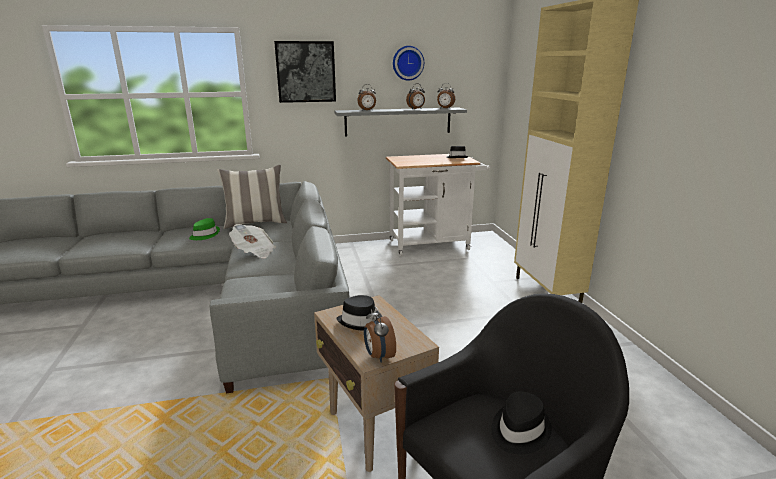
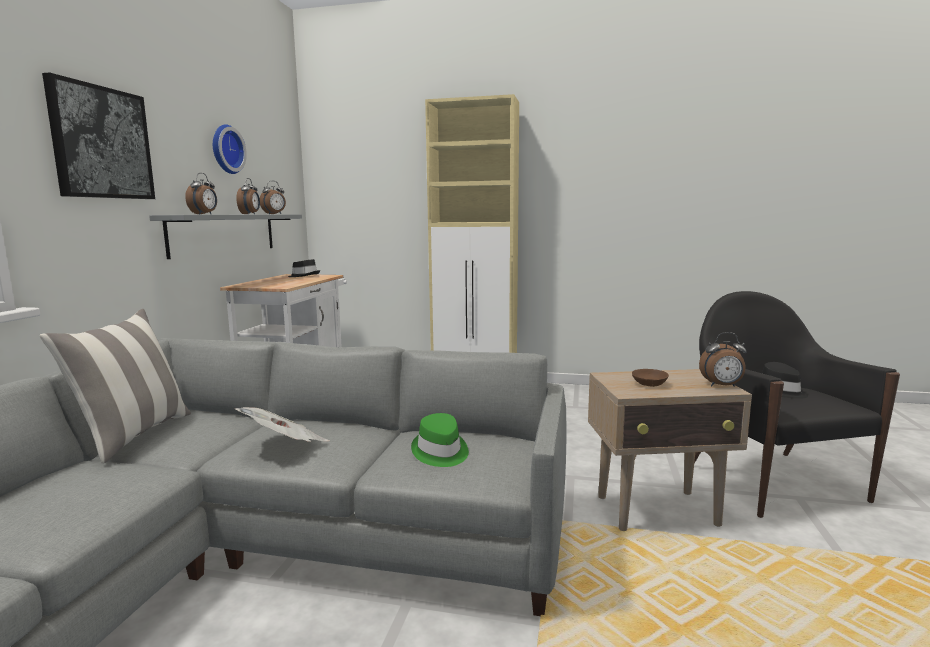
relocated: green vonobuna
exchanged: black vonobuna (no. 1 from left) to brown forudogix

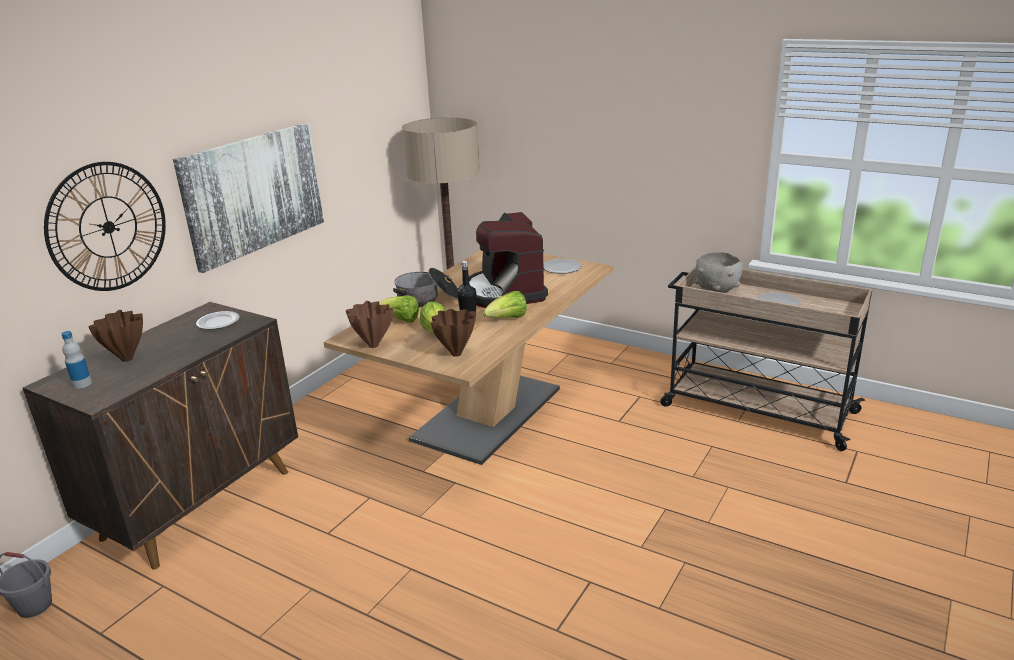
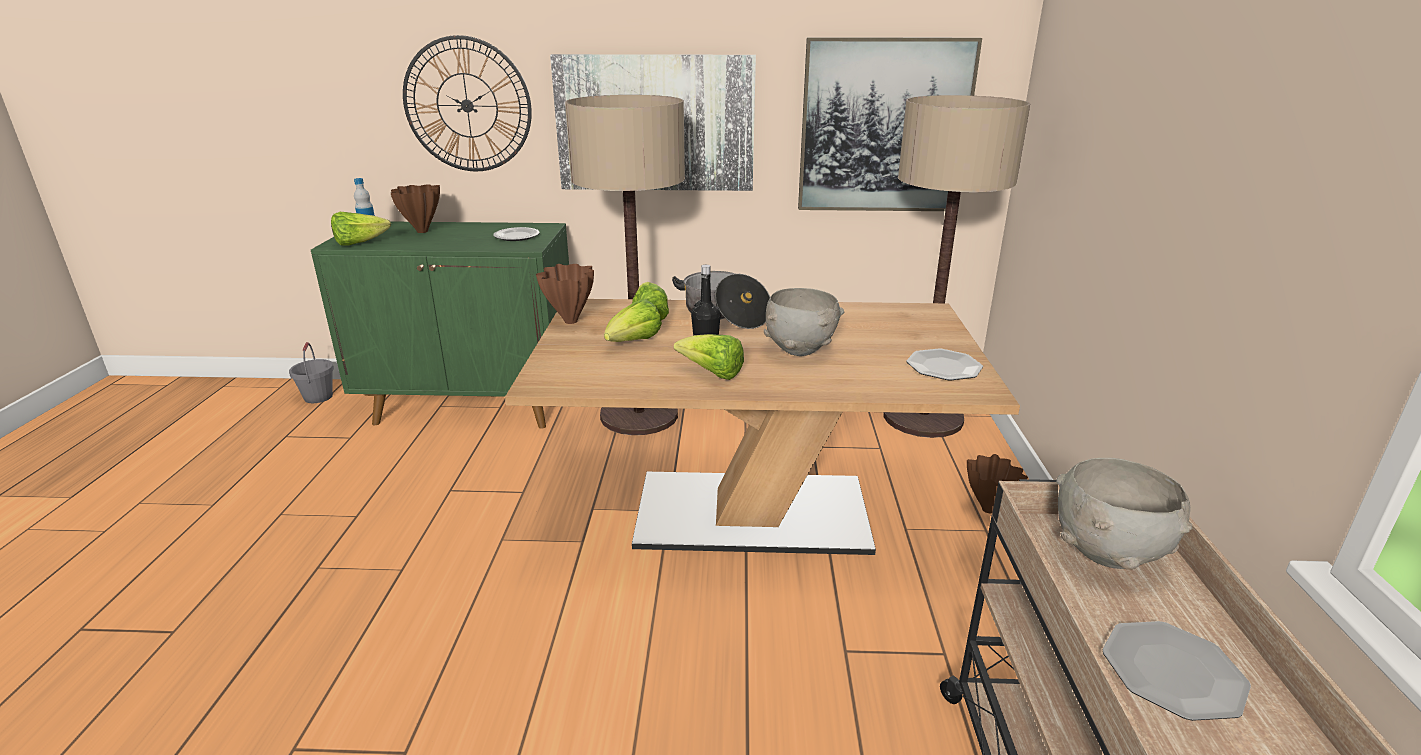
appeared: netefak (no. 1 from left); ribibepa (no. 1 from left); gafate (no. 2 from left)
relocated: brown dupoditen (no. 3 from left)
exchanged: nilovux to grey forudogix (no. 1 from left)
colour: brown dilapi to green dilapi

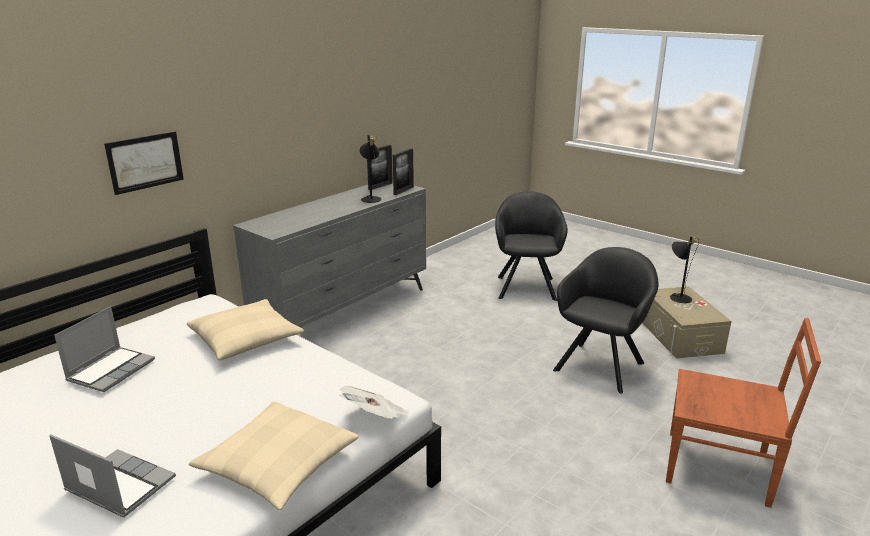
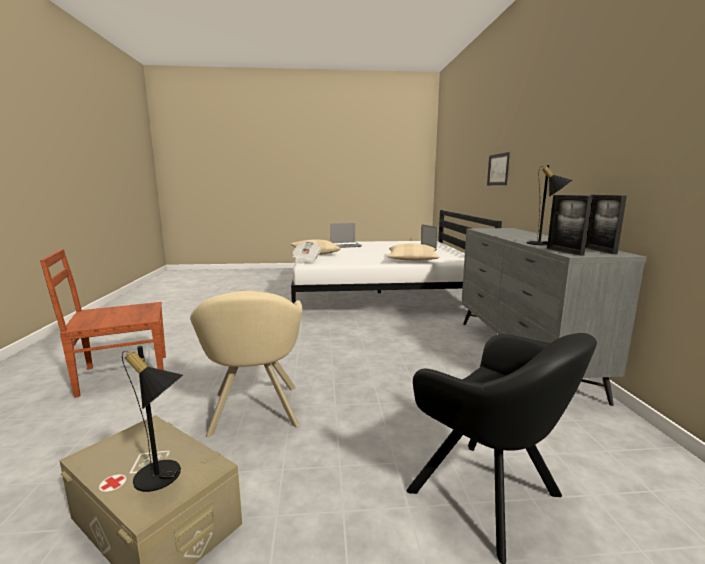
colour: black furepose (no. 2 from left) to beige furepose

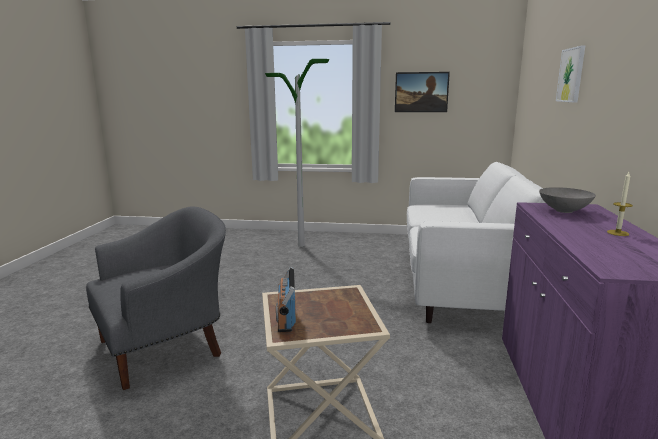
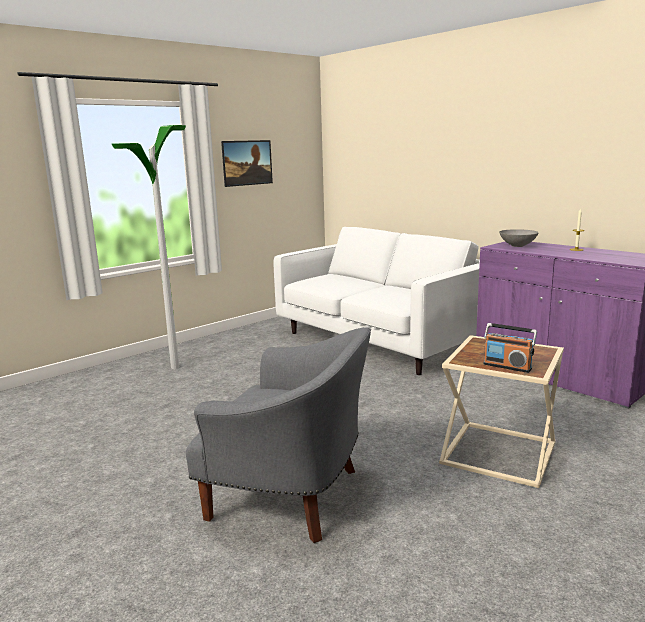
missing: gafate (no. 2 from left)
spun: grey furepose 105 degrees clockwise

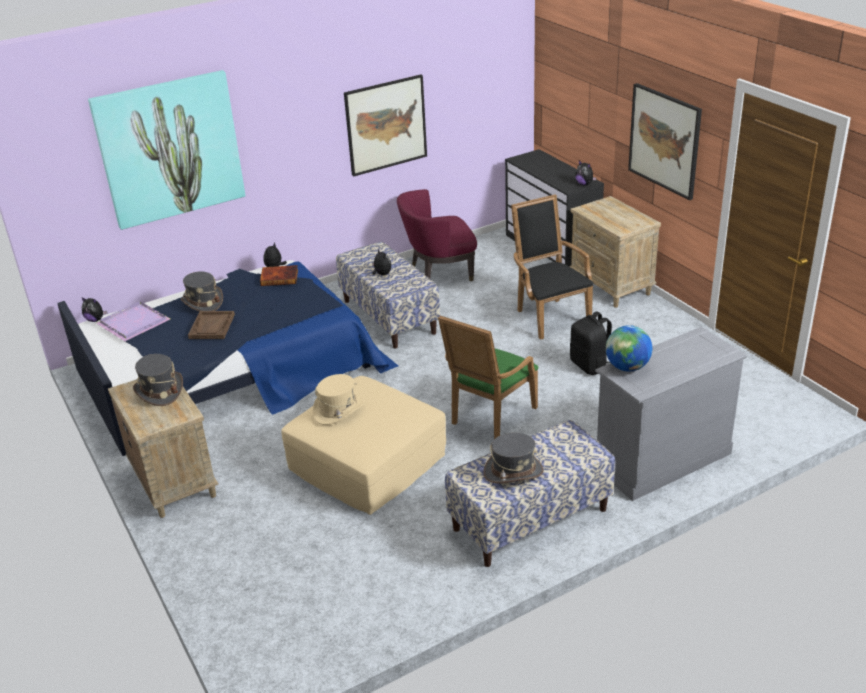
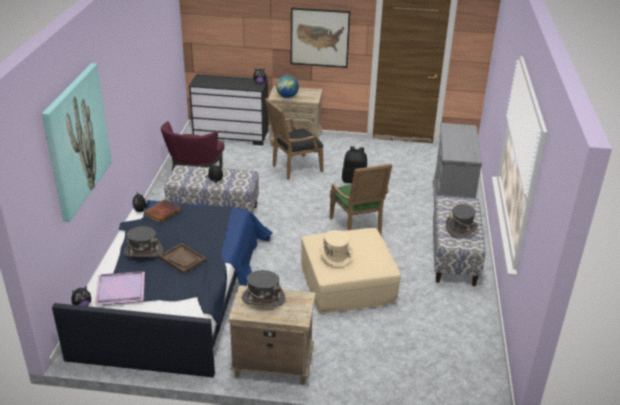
missing: gafate (no. 2 from left)
relocated: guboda
spun: black furepose 45 degrees counterclockwise

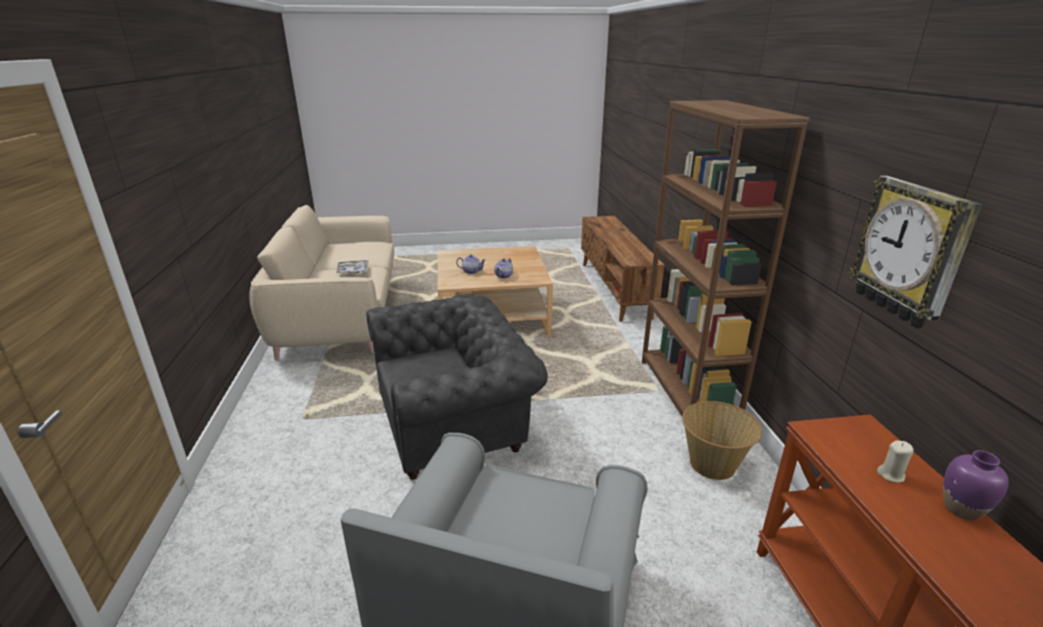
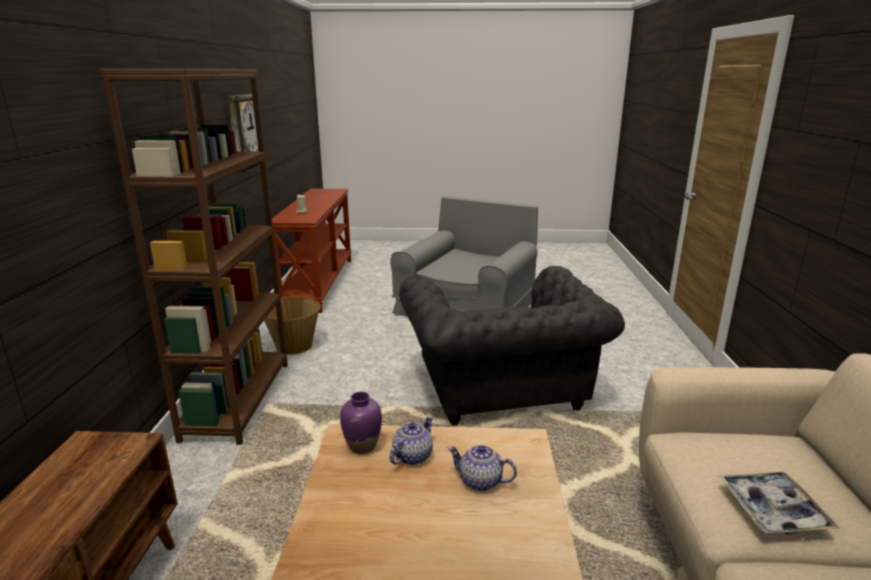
relocated: purple dupoditen
spun: grey furepose (no. 1 from left in the first image) 90 degrees counterclockwise

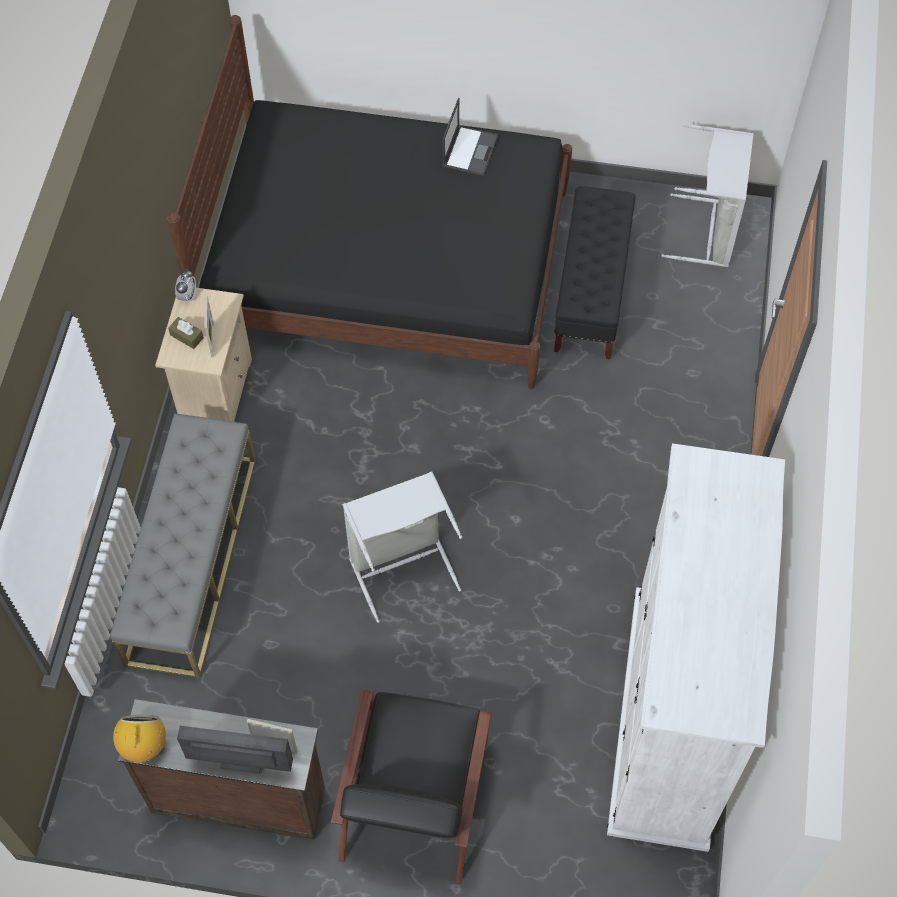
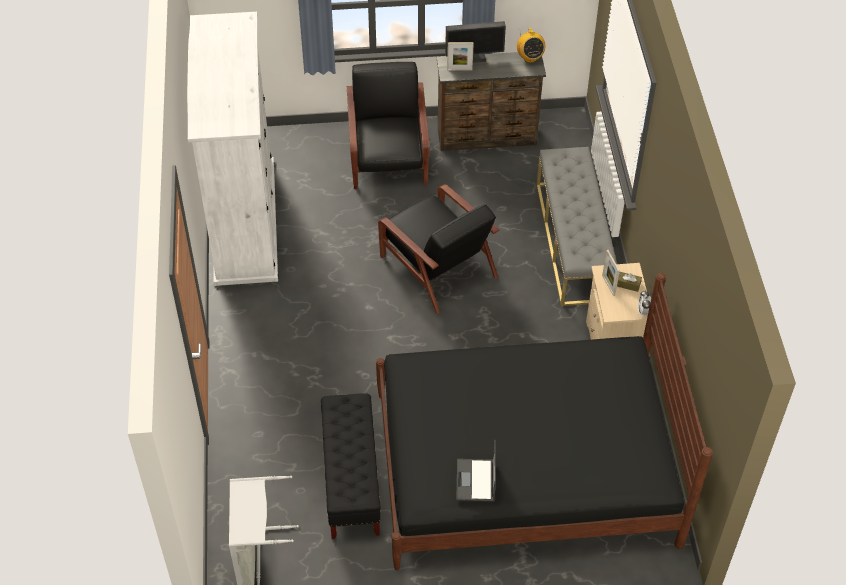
exchanged: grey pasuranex (no. 1 from left) to black furepose (no. 2 from left)

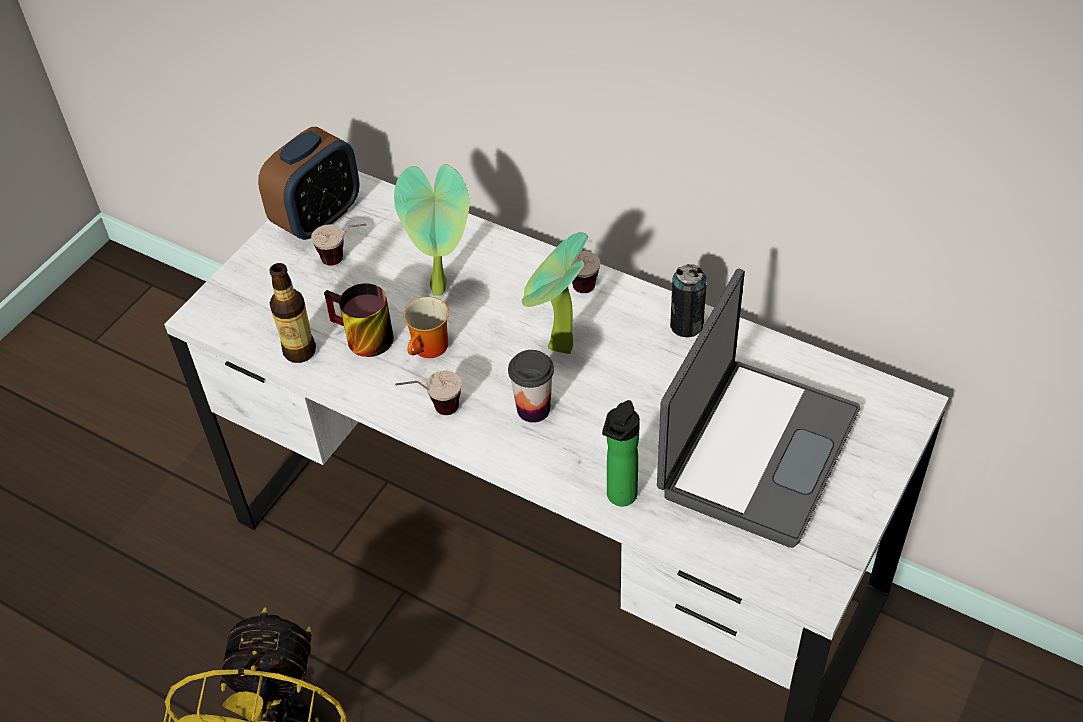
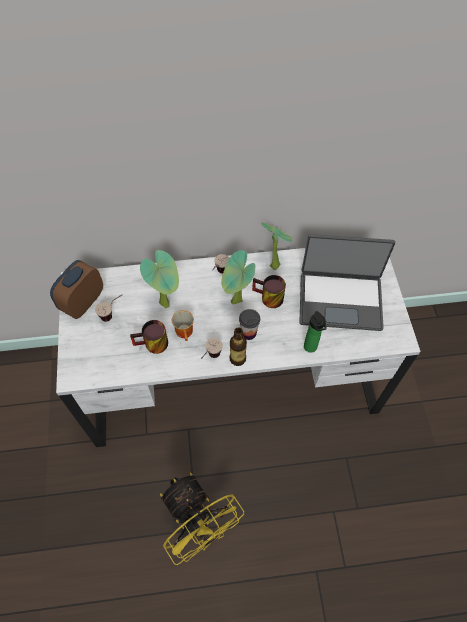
appeared: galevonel (no. 3 from left)
relocated: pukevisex (no. 1 from left)
exchanged: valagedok to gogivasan (no. 3 from left)
spun: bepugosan 150 degrees counterclockwise; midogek 105 degrees clockwise

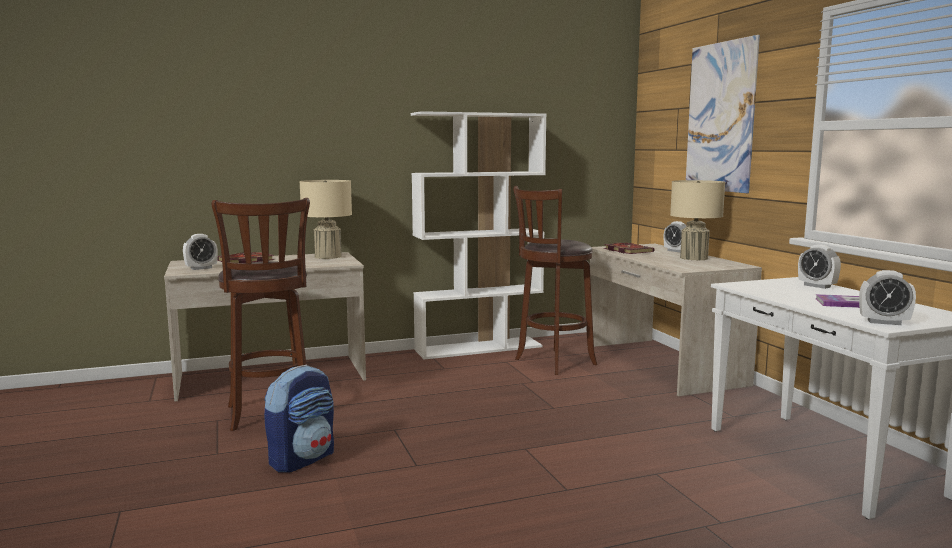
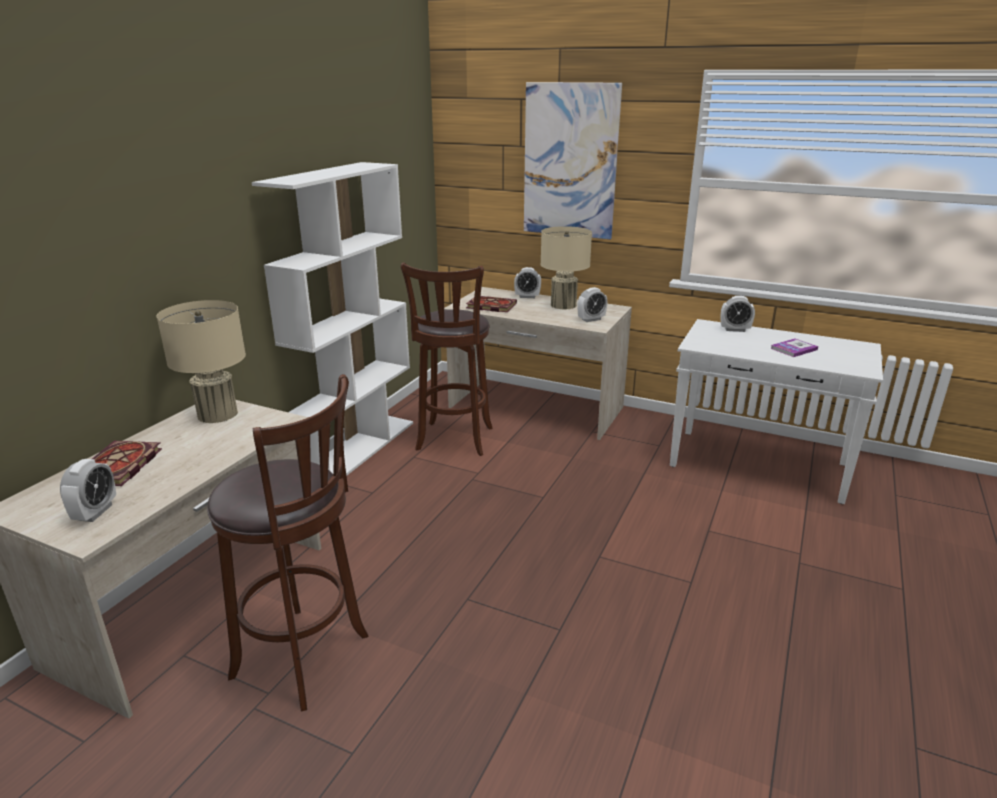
missing: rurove
relocated: bepugosan (no. 4 from left in the first image) to bepugosan (no. 3 from left)

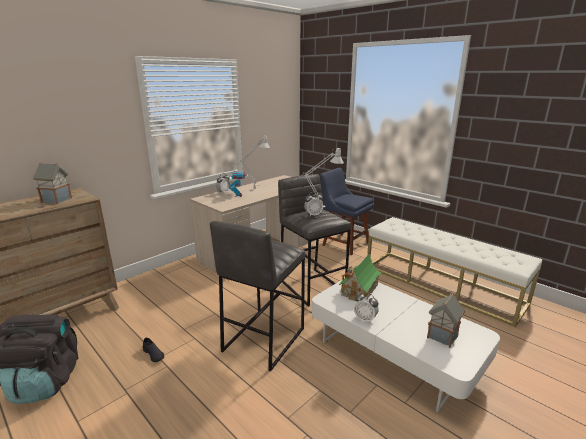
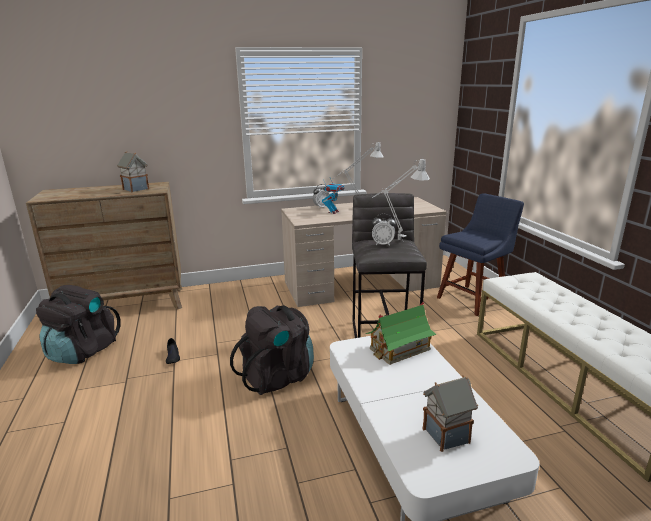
missing: bepugosan (no. 3 from left)
exchanged: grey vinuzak (no. 1 from left) to black rurove (no. 2 from left)
spun: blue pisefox 75 degrees clockwise

